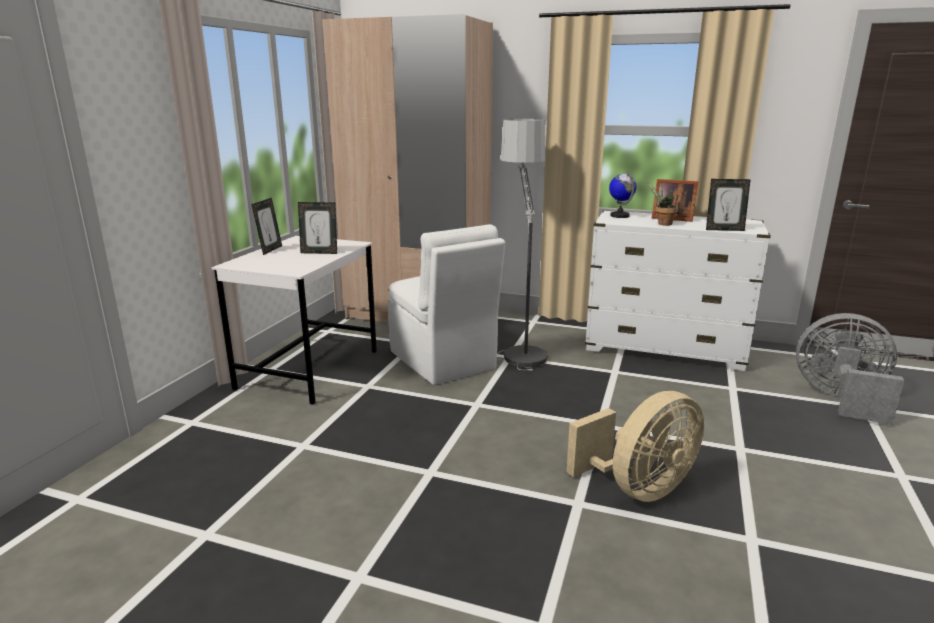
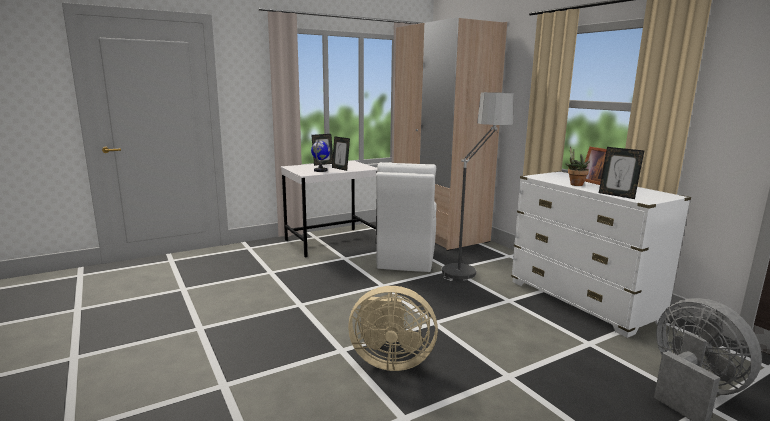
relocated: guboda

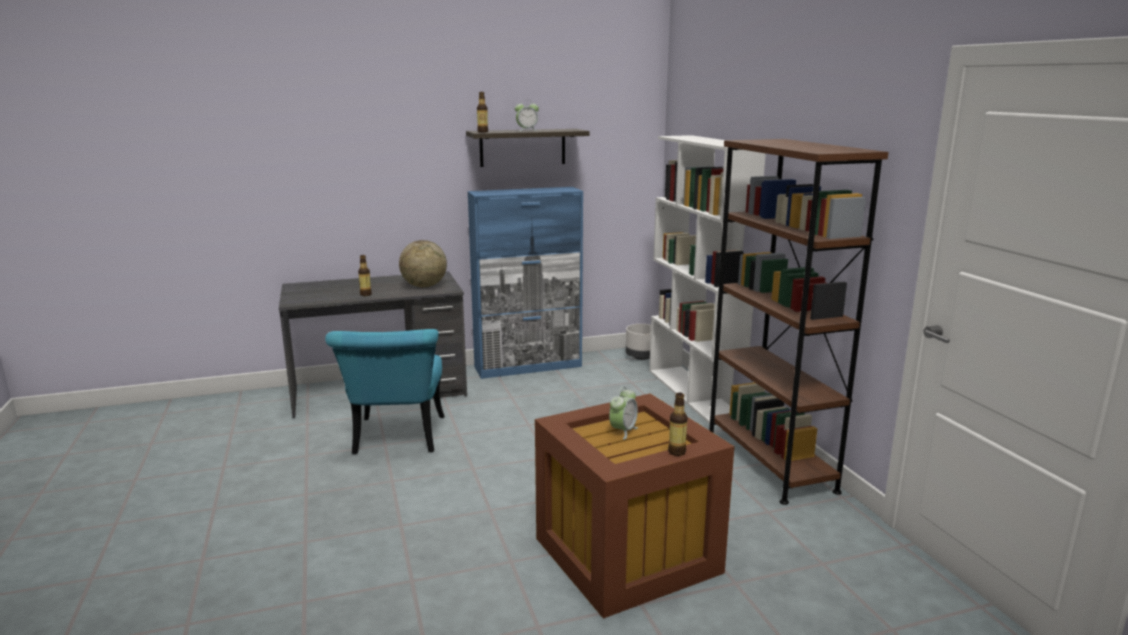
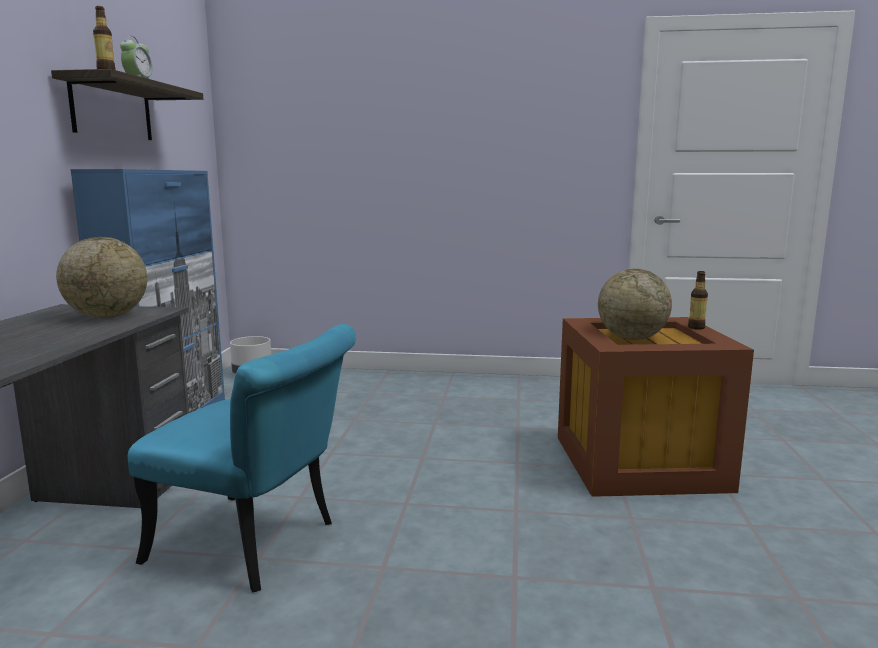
missing: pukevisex (no. 1 from left); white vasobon; brown vasobon
exchanged: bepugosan (no. 2 from left) to guboda (no. 2 from left)

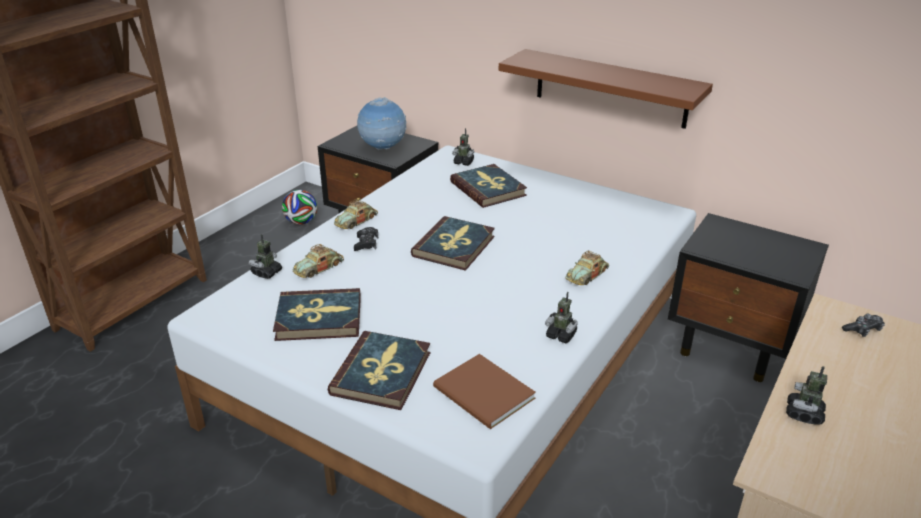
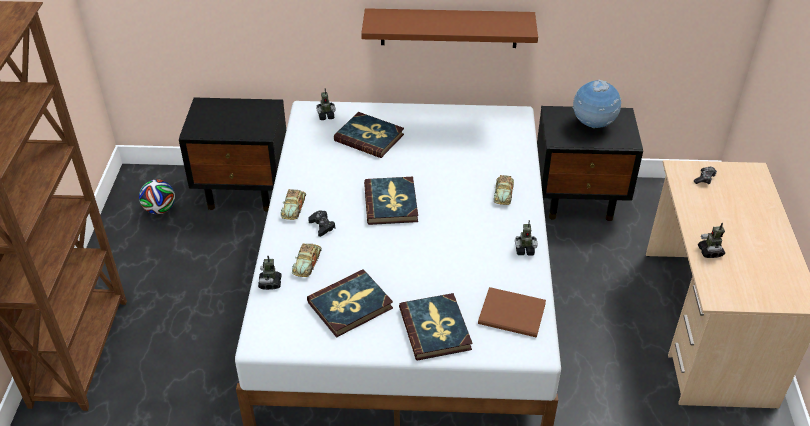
relocated: guboda

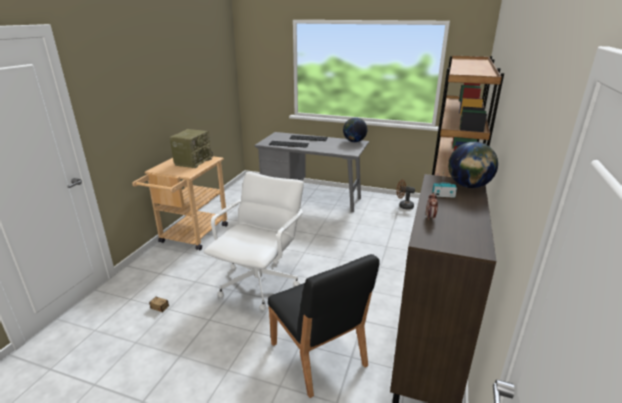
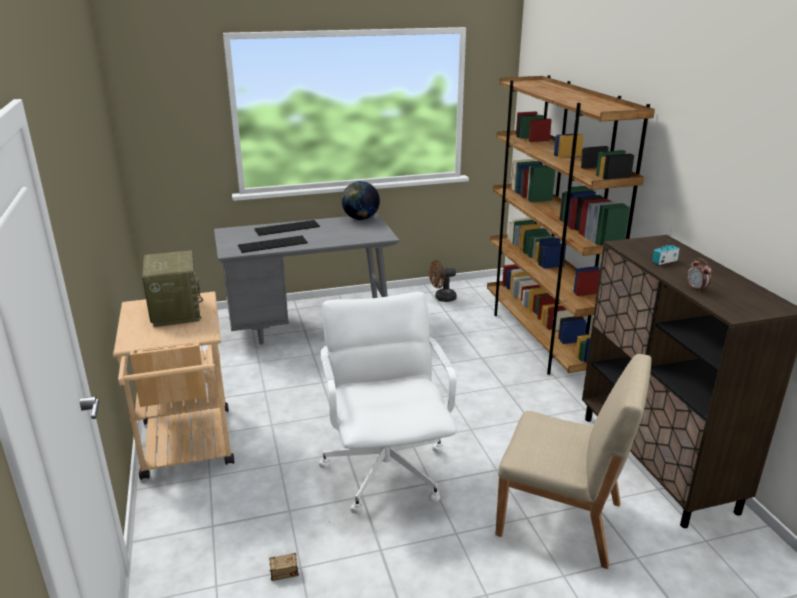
missing: guboda (no. 2 from left)
colour: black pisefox to beige pisefox

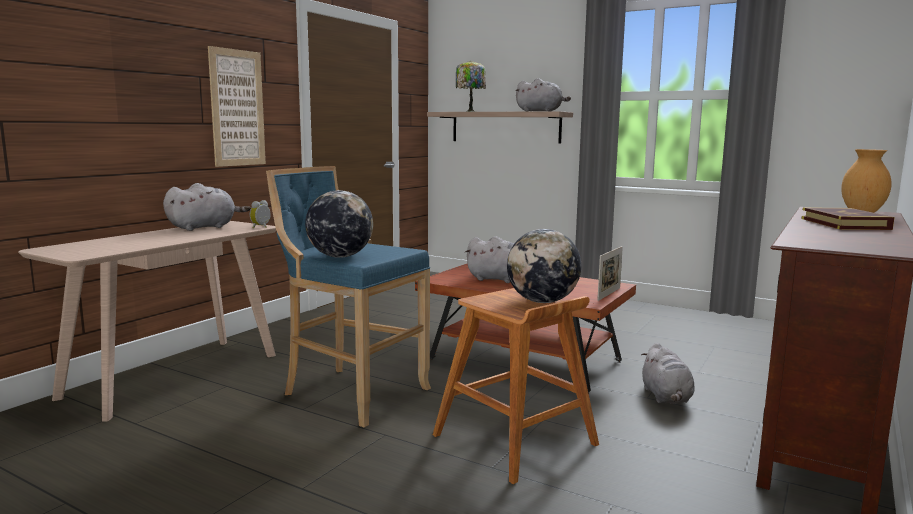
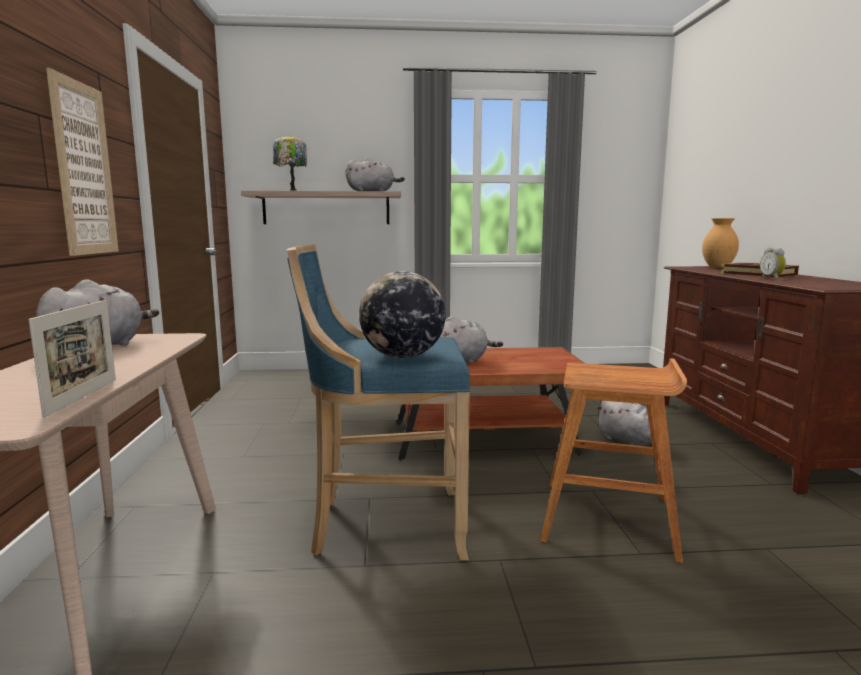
missing: guboda (no. 2 from left)
relocated: bepugosan; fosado

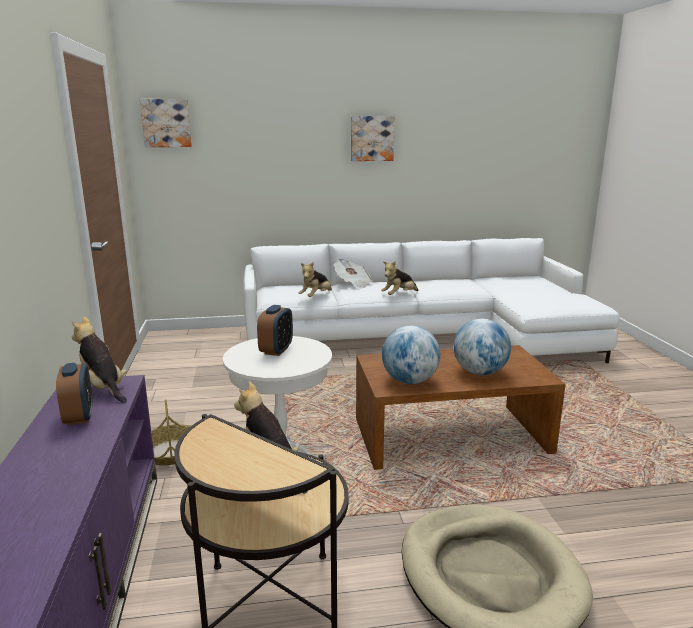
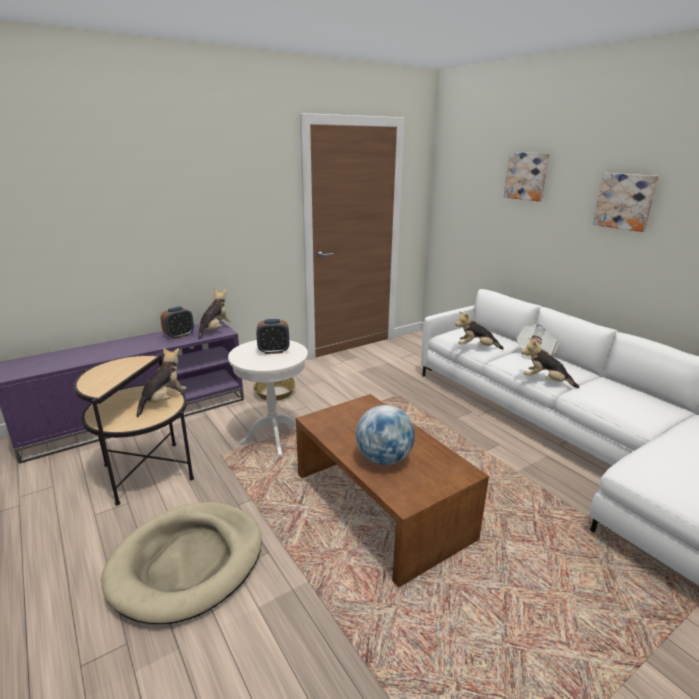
missing: guboda (no. 1 from left)
relocated: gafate (no. 1 from left)

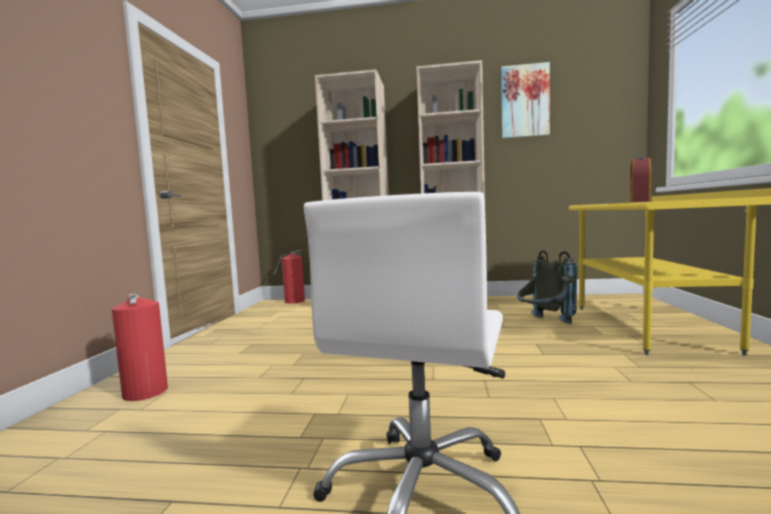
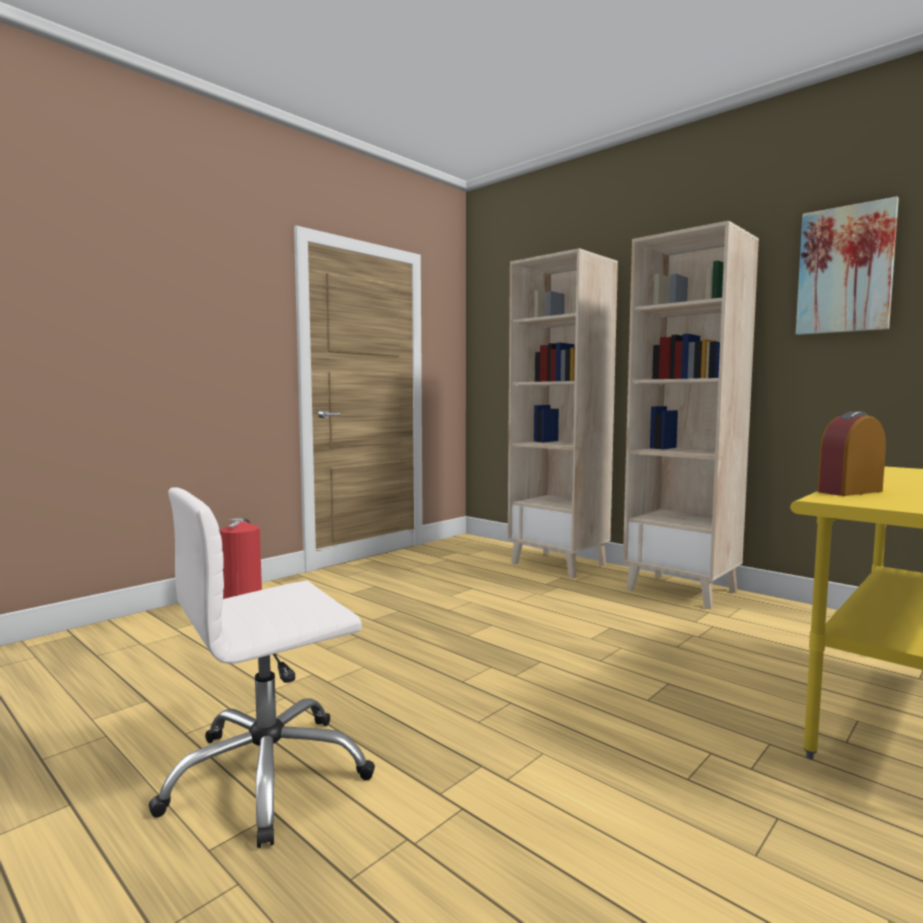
missing: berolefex (no. 2 from left); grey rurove

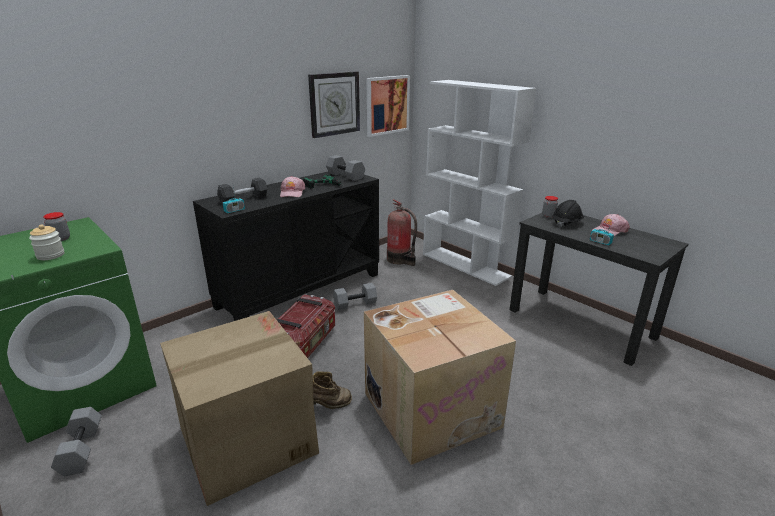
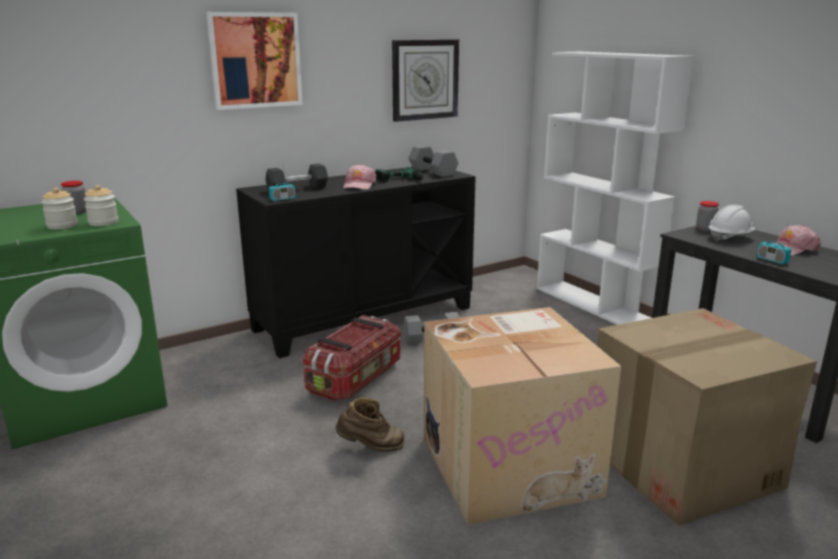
missing: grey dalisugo (no. 1 from left); berolefex
appeared: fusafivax (no. 3 from left)
relocated: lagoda (no. 1 from left in the first image) to lagoda (no. 2 from left); gafate
colour: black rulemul to white rulemul

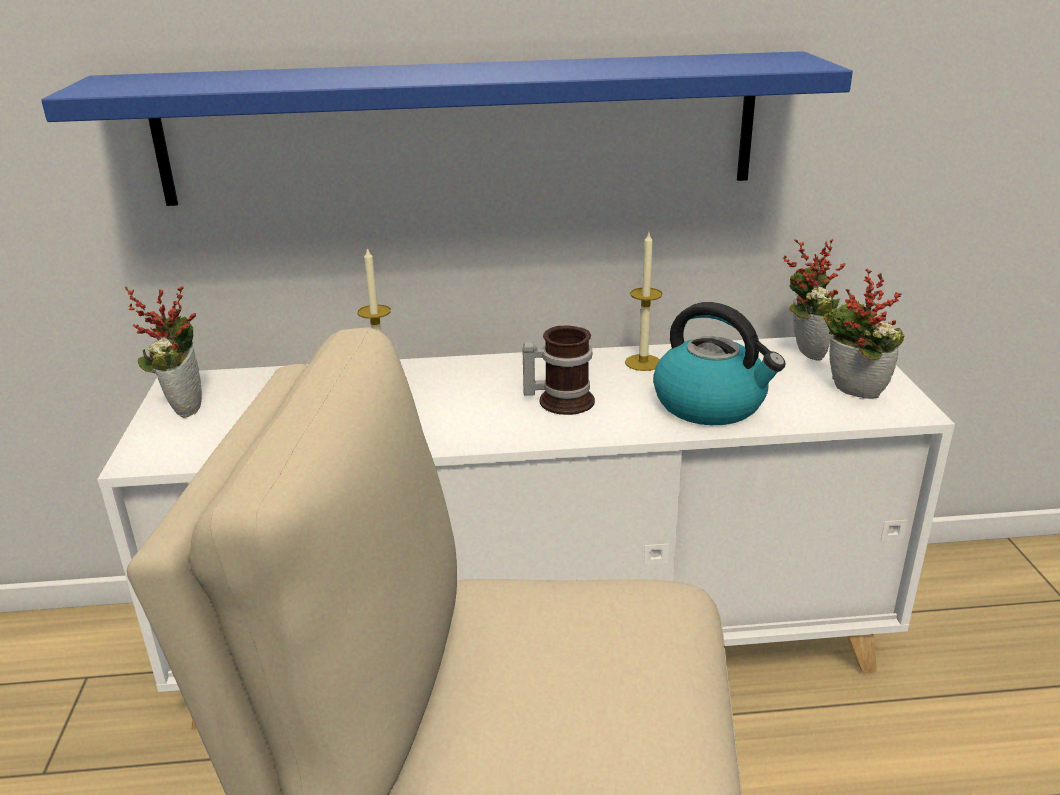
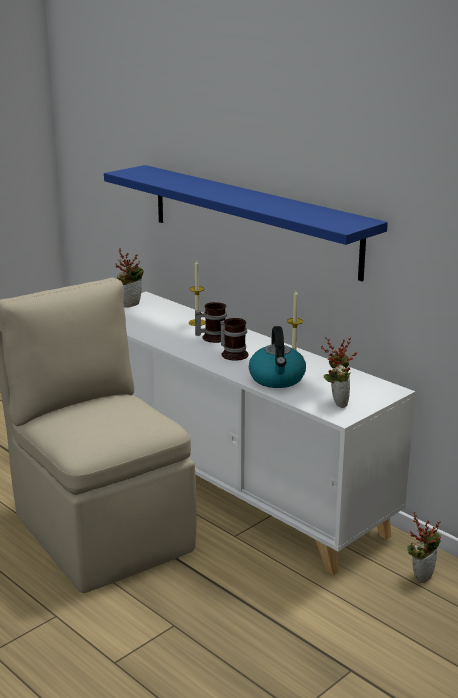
appeared: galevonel (no. 1 from left)
relocated: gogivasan (no. 2 from left in the first image) to gogivasan (no. 3 from left)

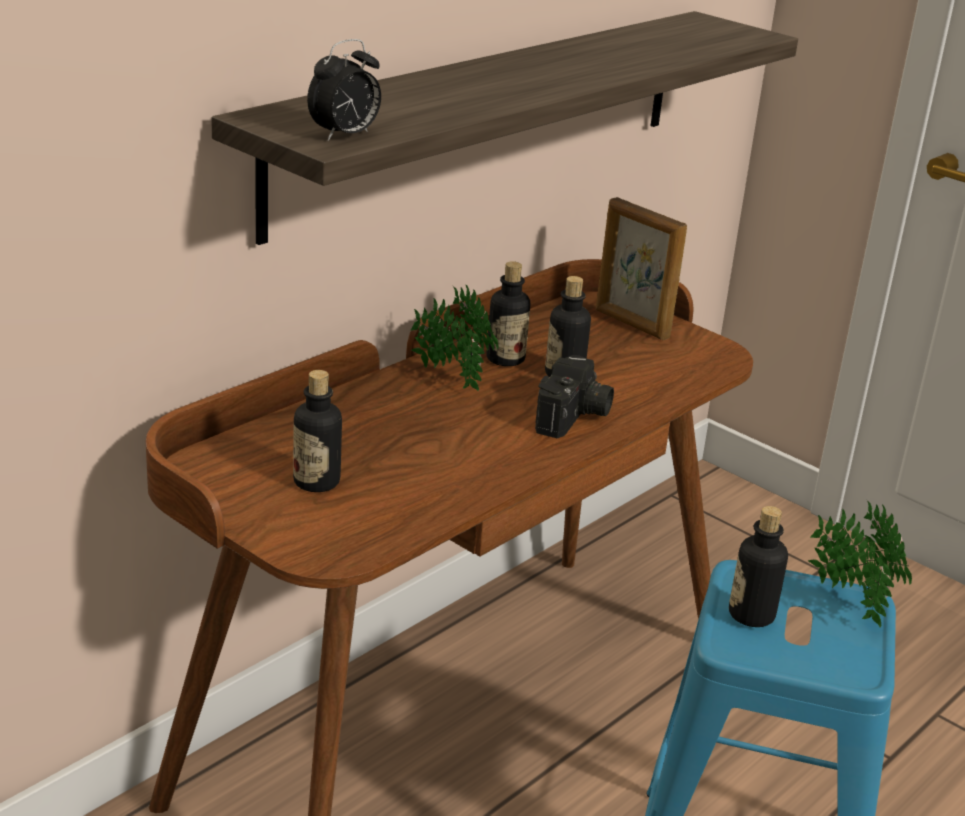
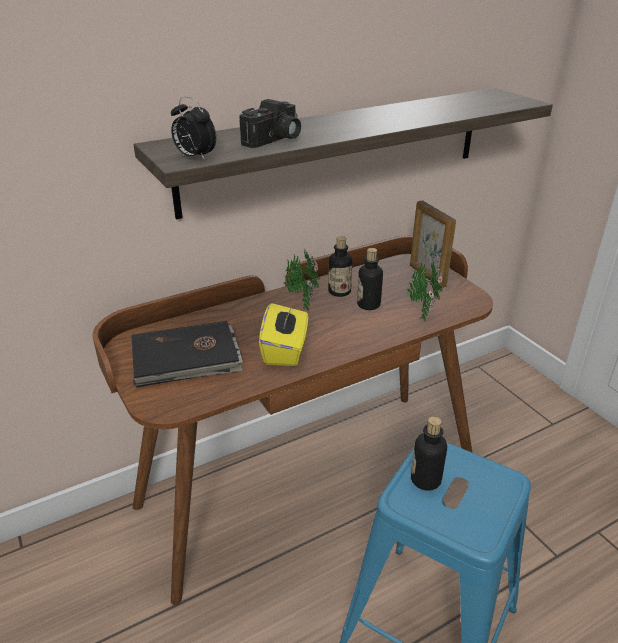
appeared: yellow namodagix
relocated: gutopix; gogivasan (no. 2 from left)
exchanged: pukevisex (no. 1 from left) to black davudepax
spun: bepugosan 60 degrees clockwise

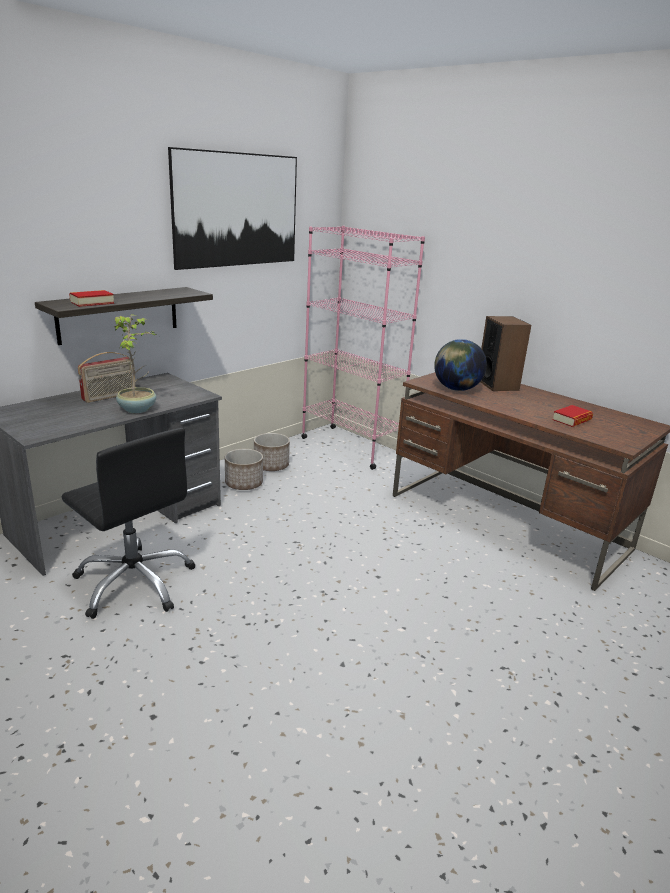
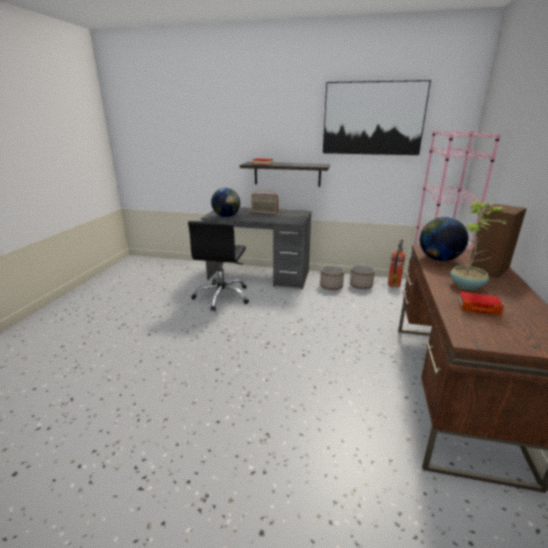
appeared: guboda (no. 1 from left); berolefex
relocated: gogivasan

